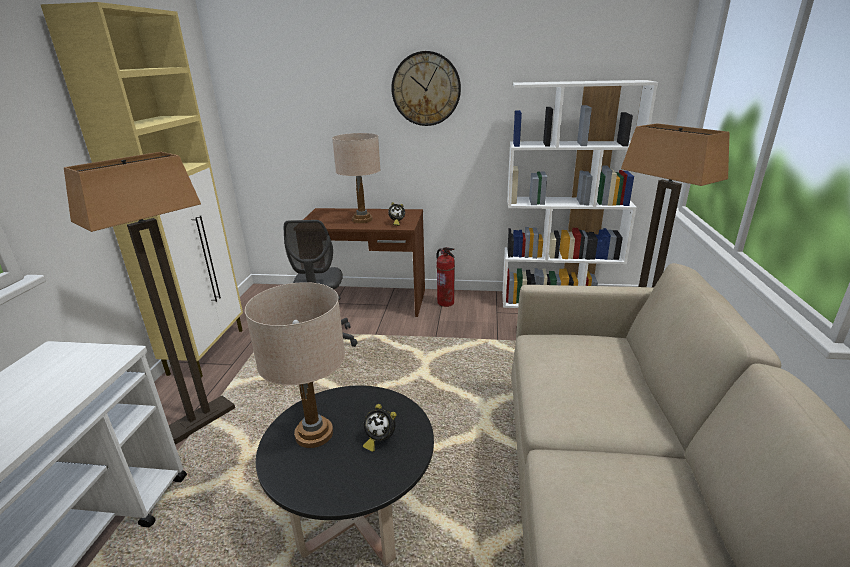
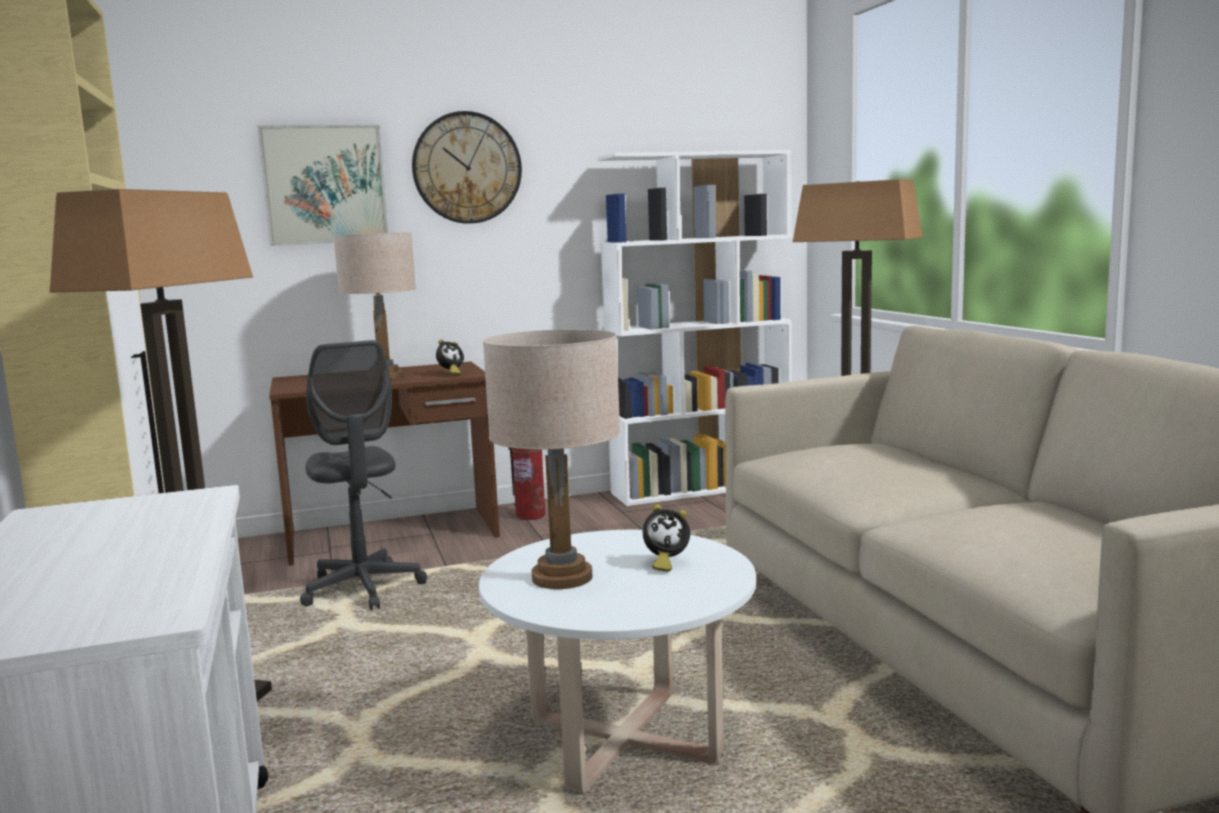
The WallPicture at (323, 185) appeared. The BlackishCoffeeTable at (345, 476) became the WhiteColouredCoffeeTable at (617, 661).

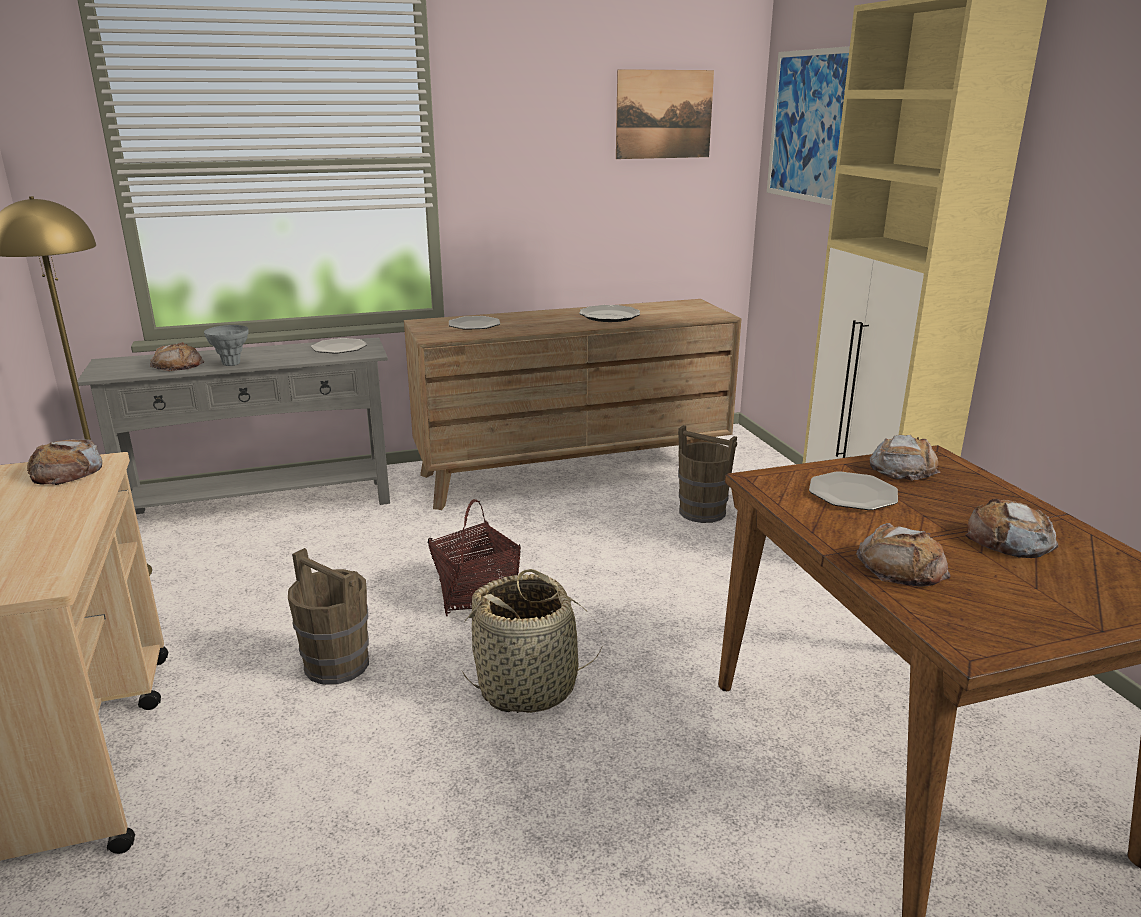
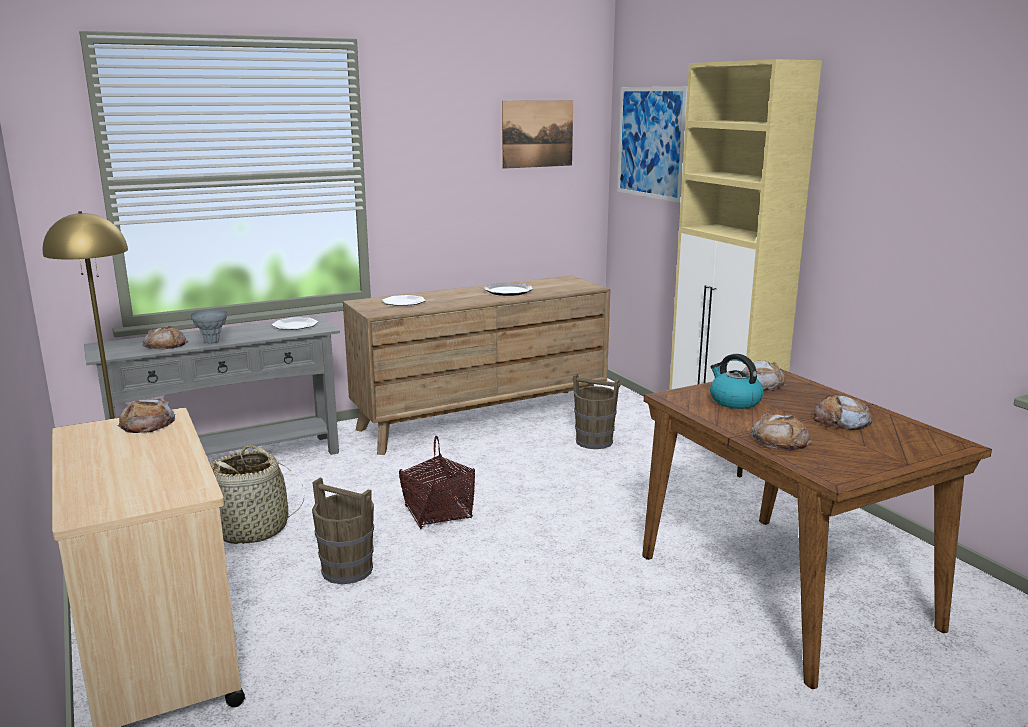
The Basket moved from (532, 641) to (257, 494). The FlatDish at (853, 490) was replaced by the Kettle at (736, 381).

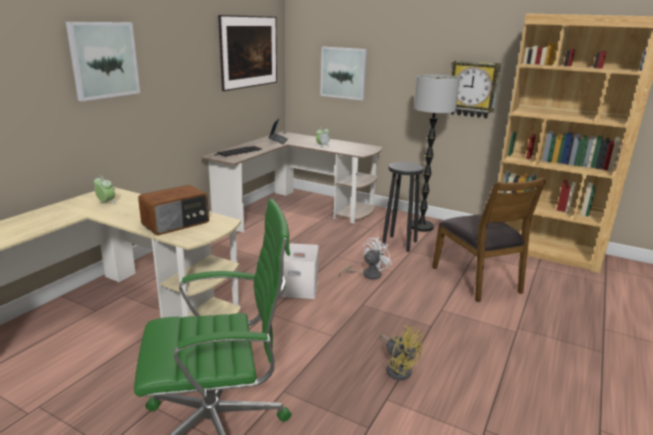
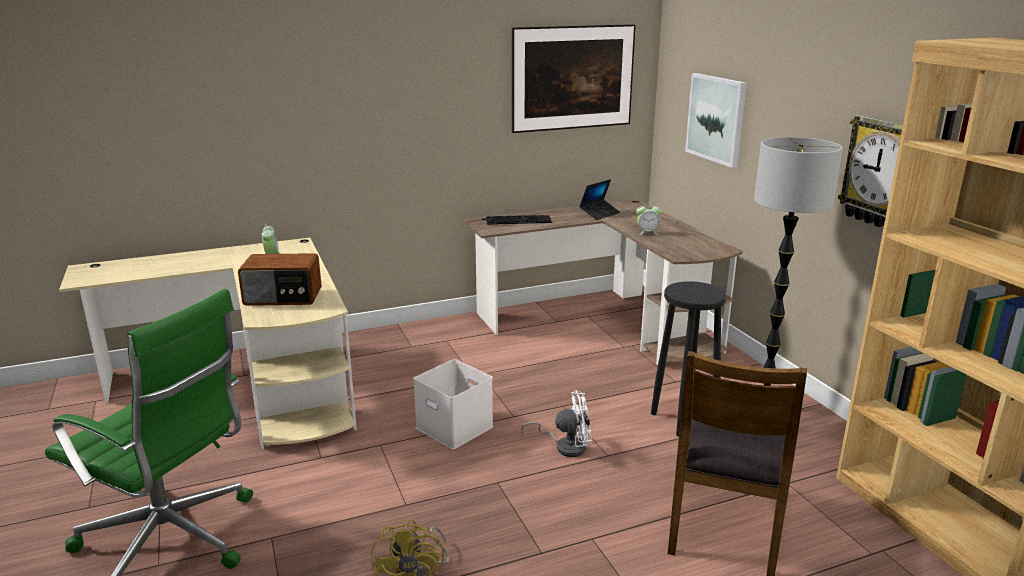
The WallPicture at (103, 61) disappeared.

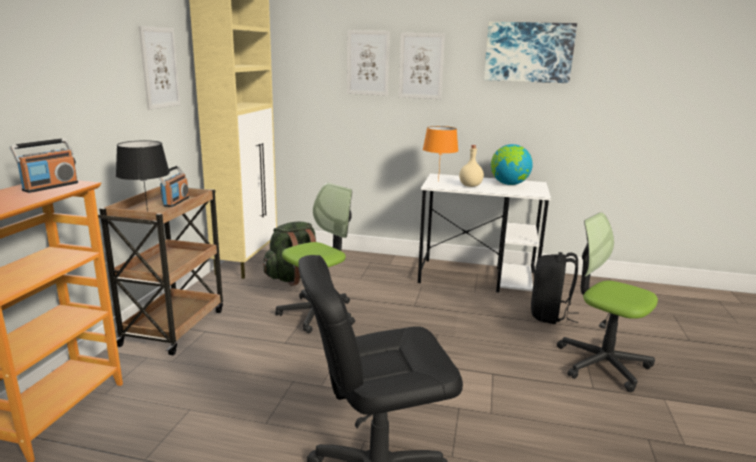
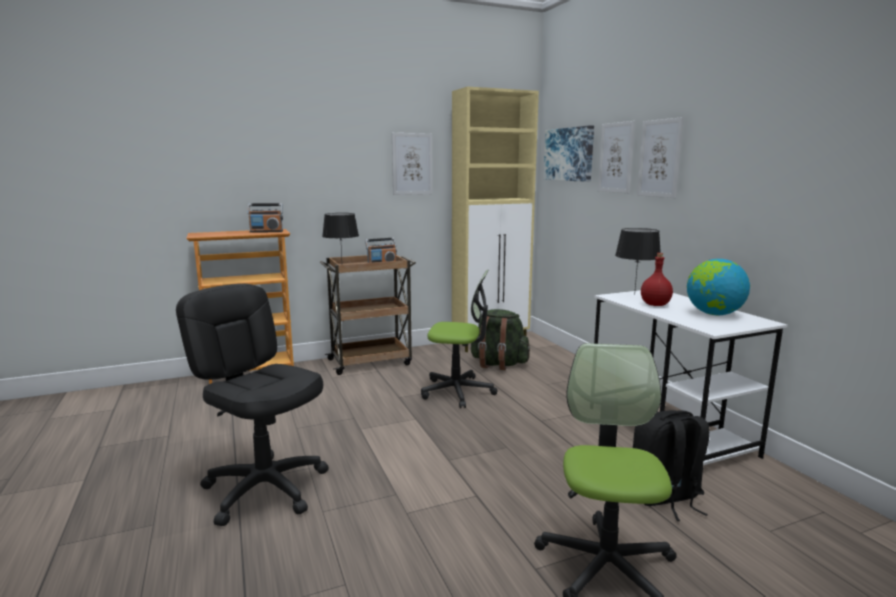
The WallPicture moved from (530, 52) to (568, 153). The OrangeyTabletopLamp at (440, 154) became the BlackishTabletopLamp at (638, 261). The BeigeColouredBeverageBottle at (471, 166) became the RedColouredBeverageBottle at (657, 279).

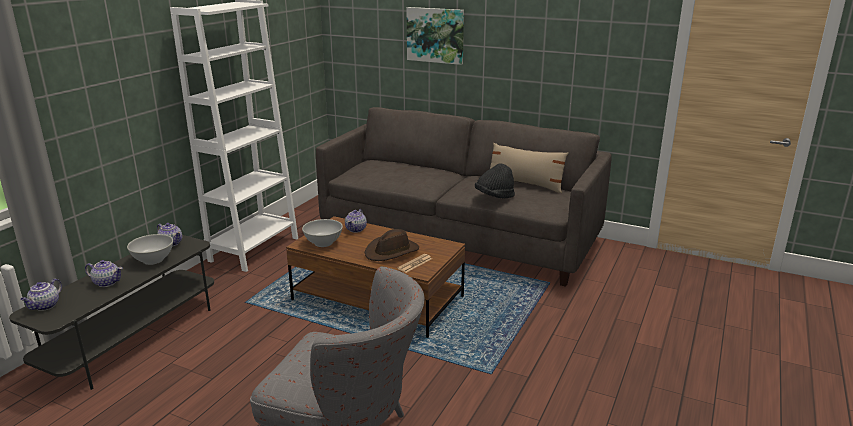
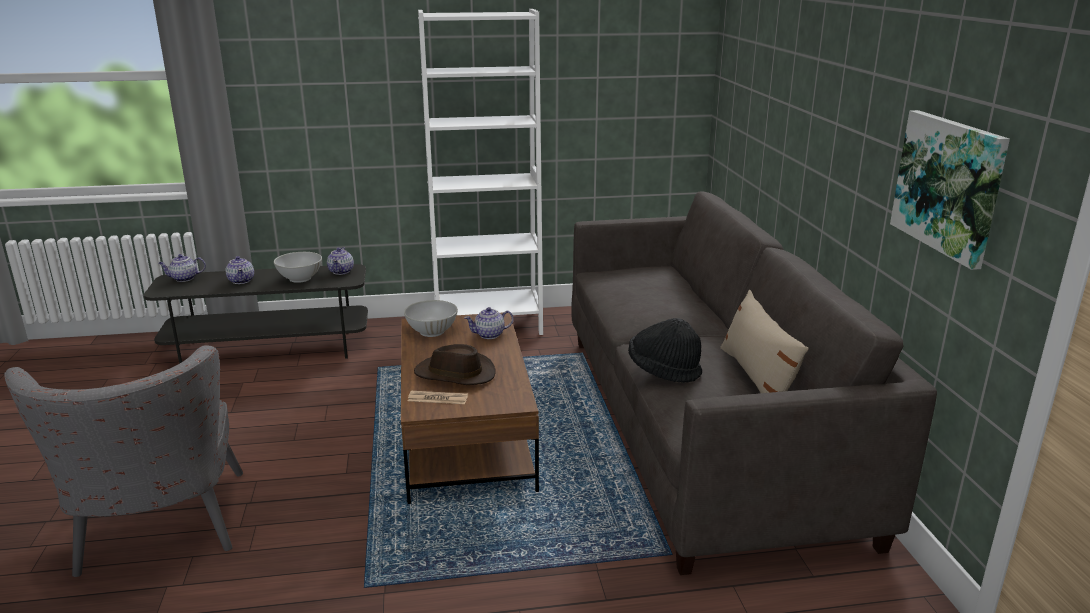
The WallPicture moved from (435, 36) to (950, 190).

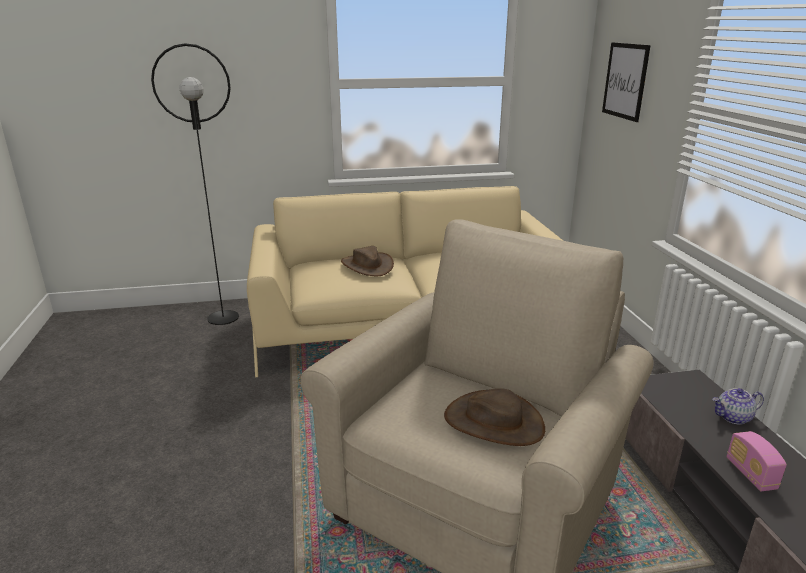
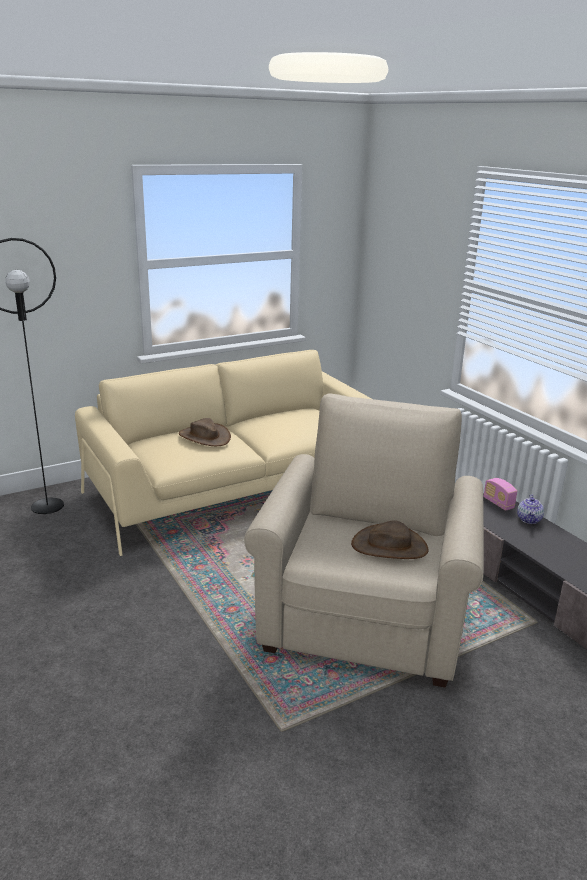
The RadioSet moved from (757, 461) to (500, 494). The TeaPot at (738, 406) turned 45 degrees counterclockwise. The WallPicture at (626, 82) disappeared.

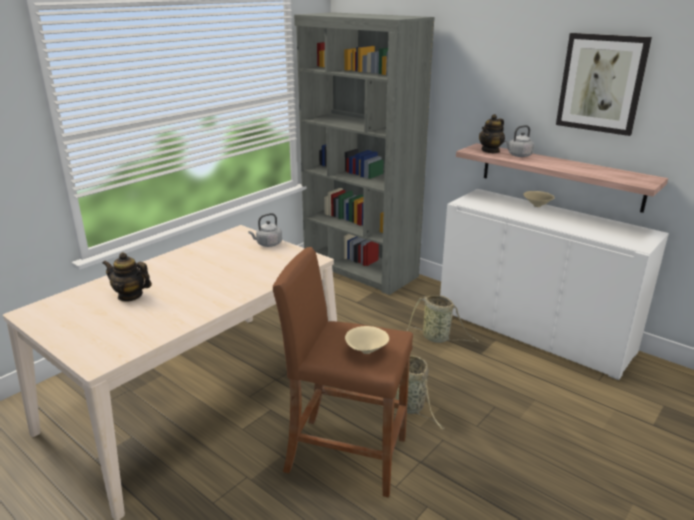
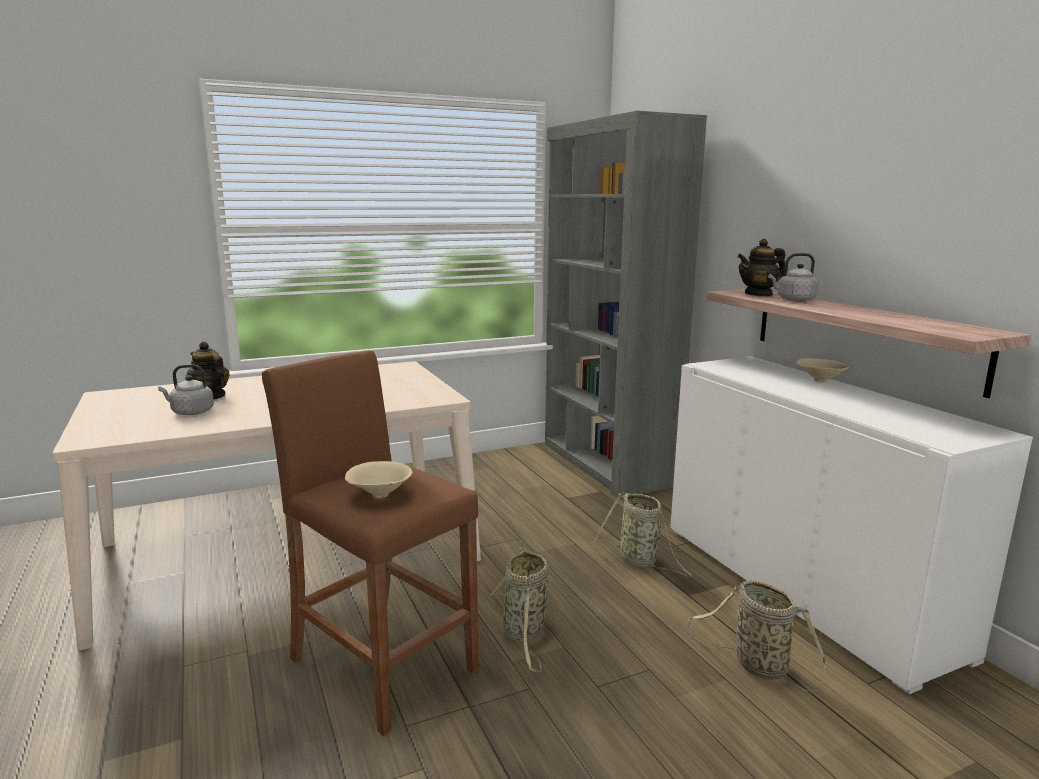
The GrayKettle moved from (265, 230) to (186, 389). The Basket at (756, 635) appeared. The WallPicture at (604, 84) disappeared.

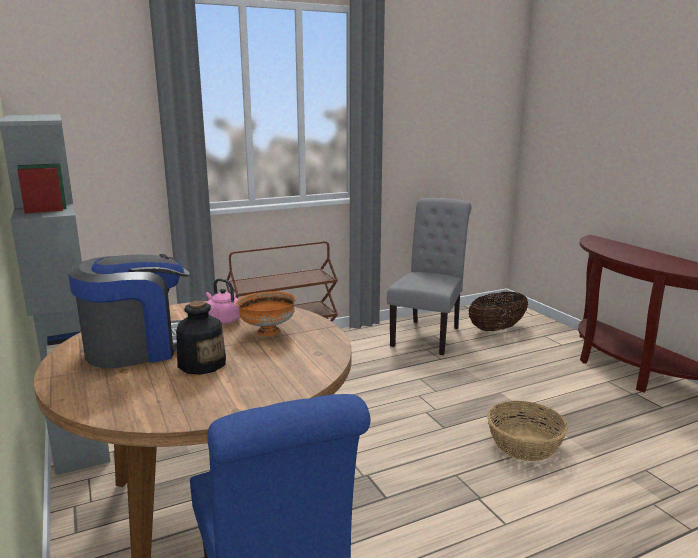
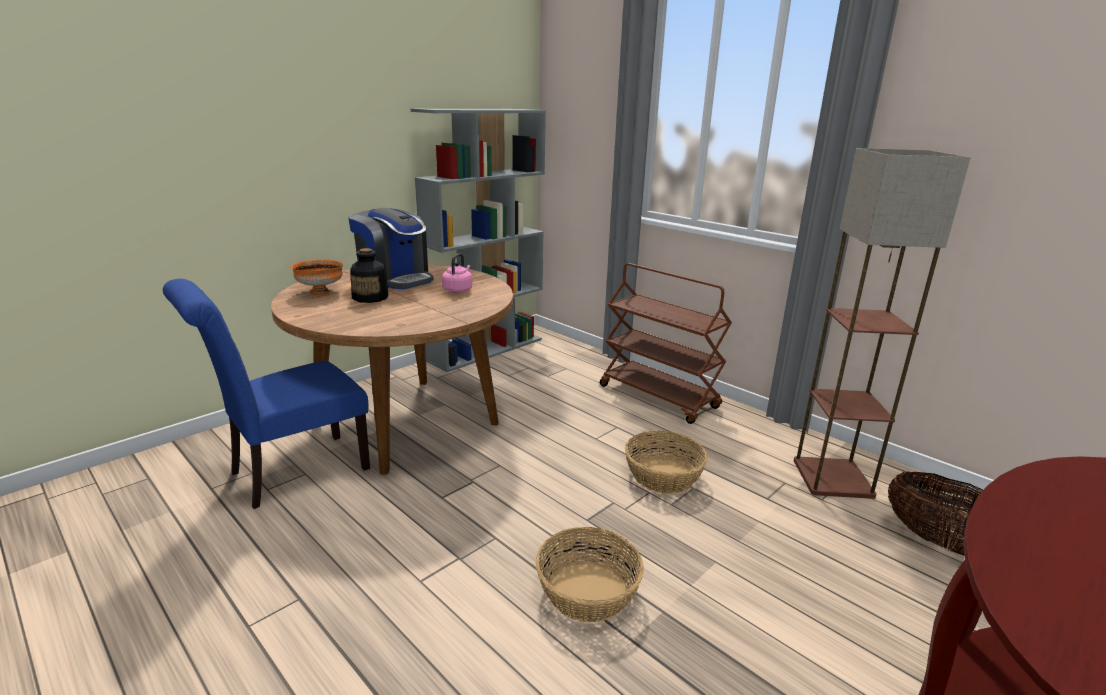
The OrangeyDeepDish moved from (266, 313) to (317, 277). The Basket at (666, 462) appeared. The GrayChair at (429, 276) was replaced by the FloorLamp at (882, 323).

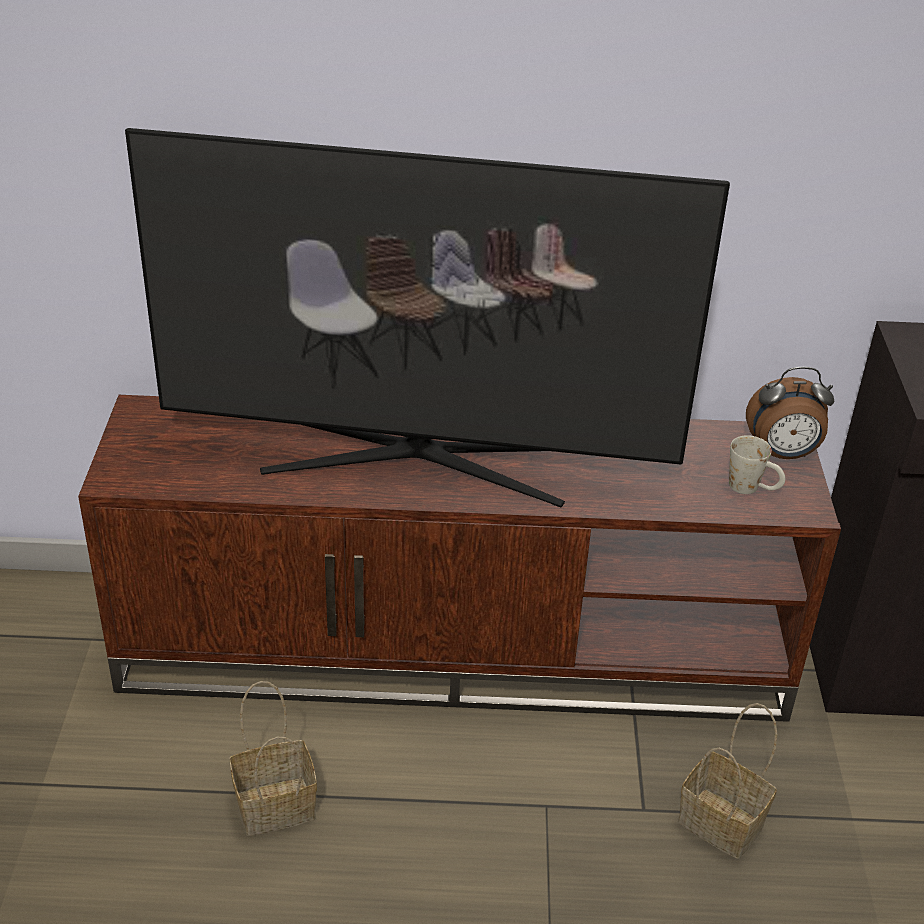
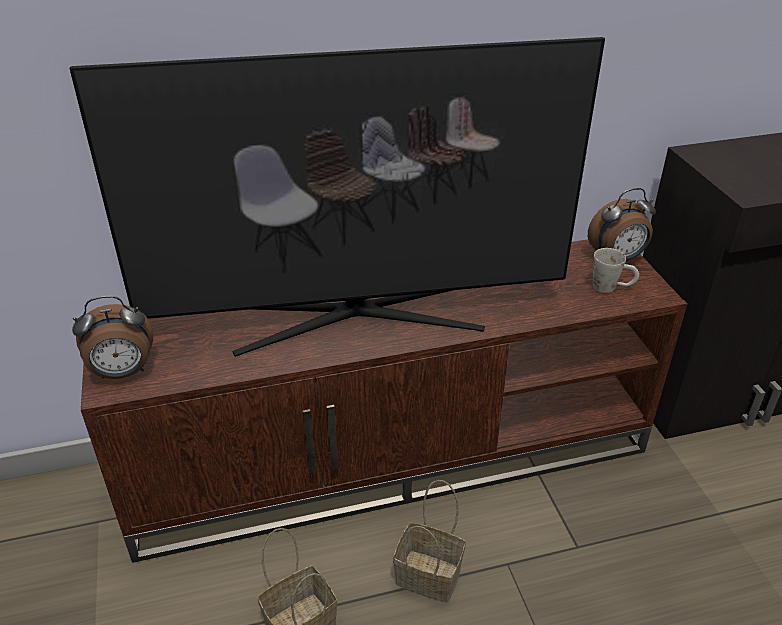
The AlarmClock at (112, 337) appeared. The Basket moved from (727, 781) to (429, 541).

